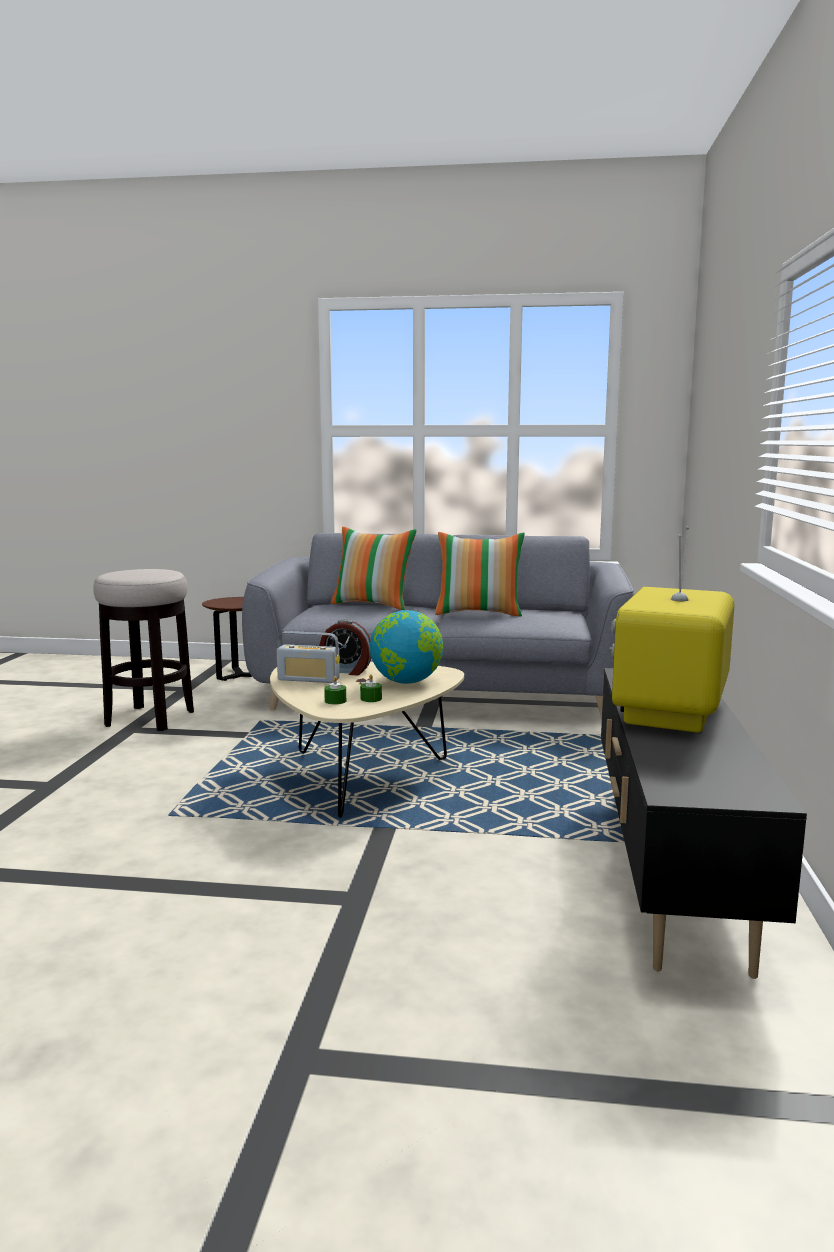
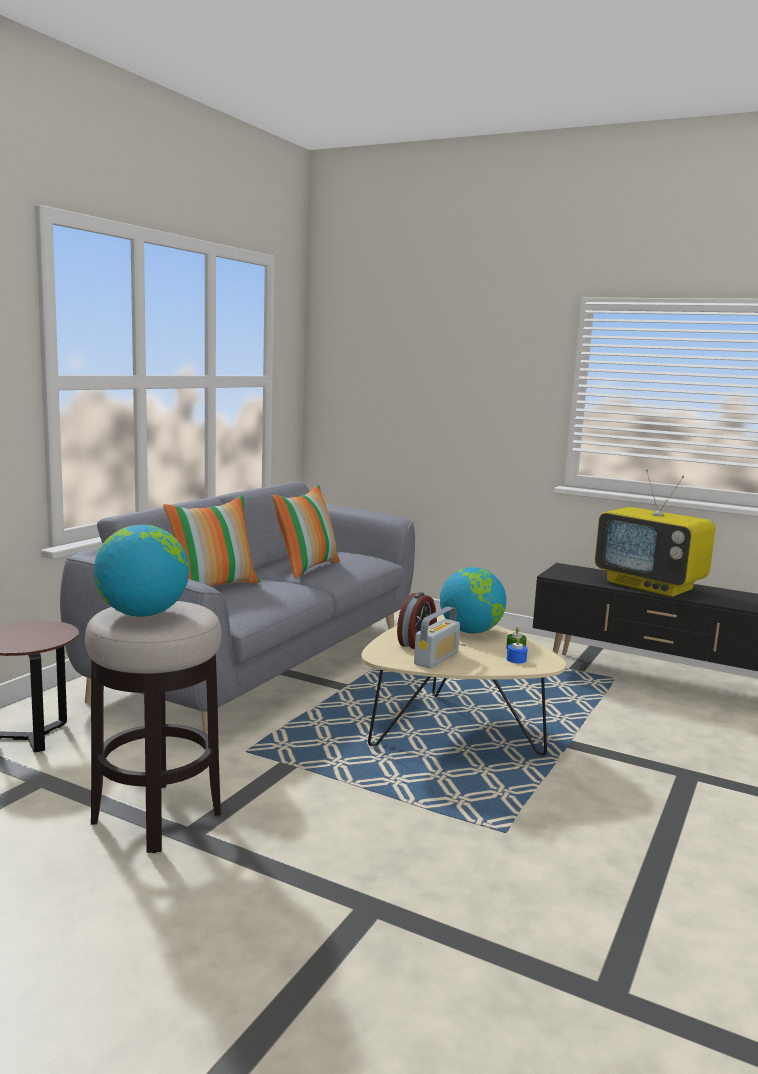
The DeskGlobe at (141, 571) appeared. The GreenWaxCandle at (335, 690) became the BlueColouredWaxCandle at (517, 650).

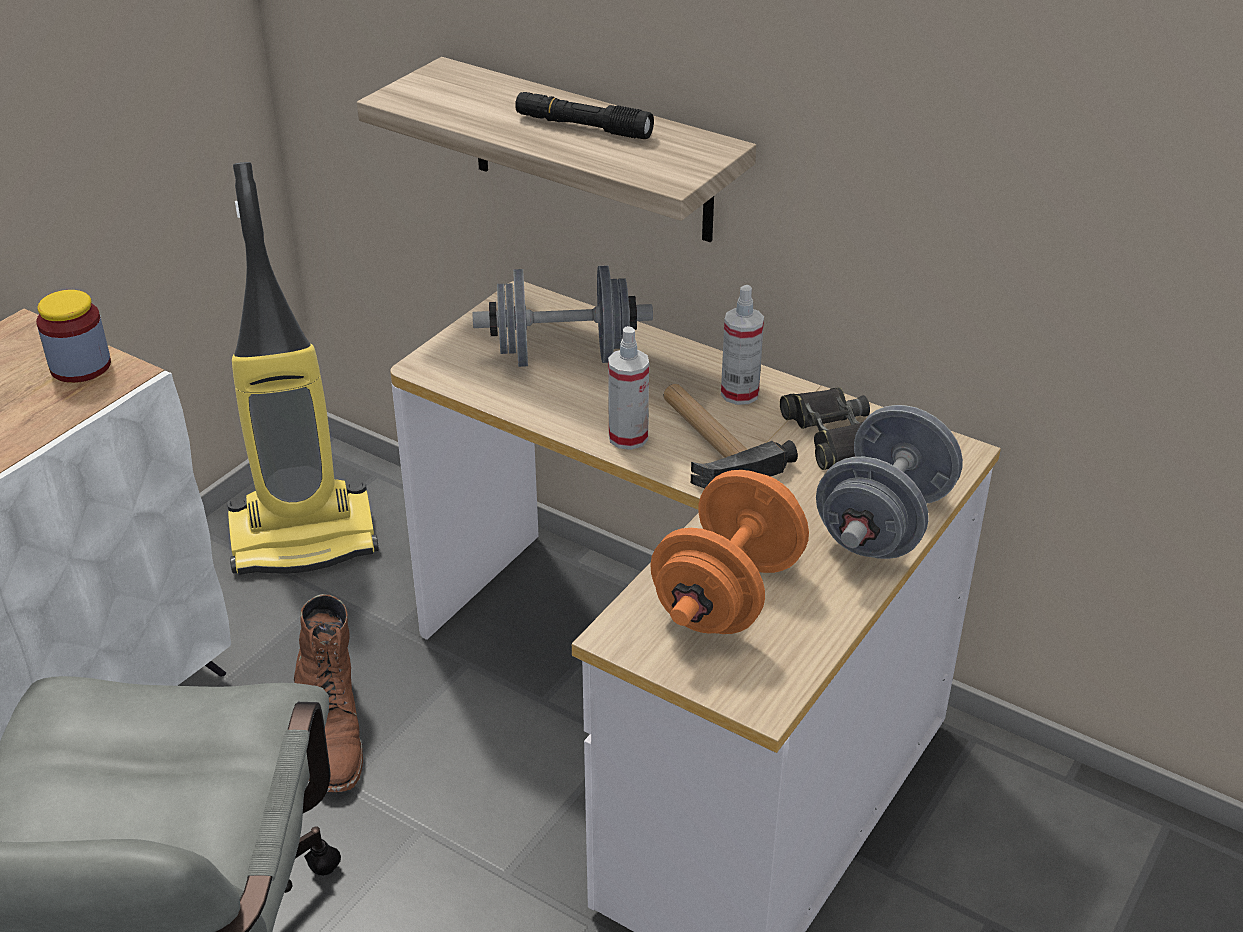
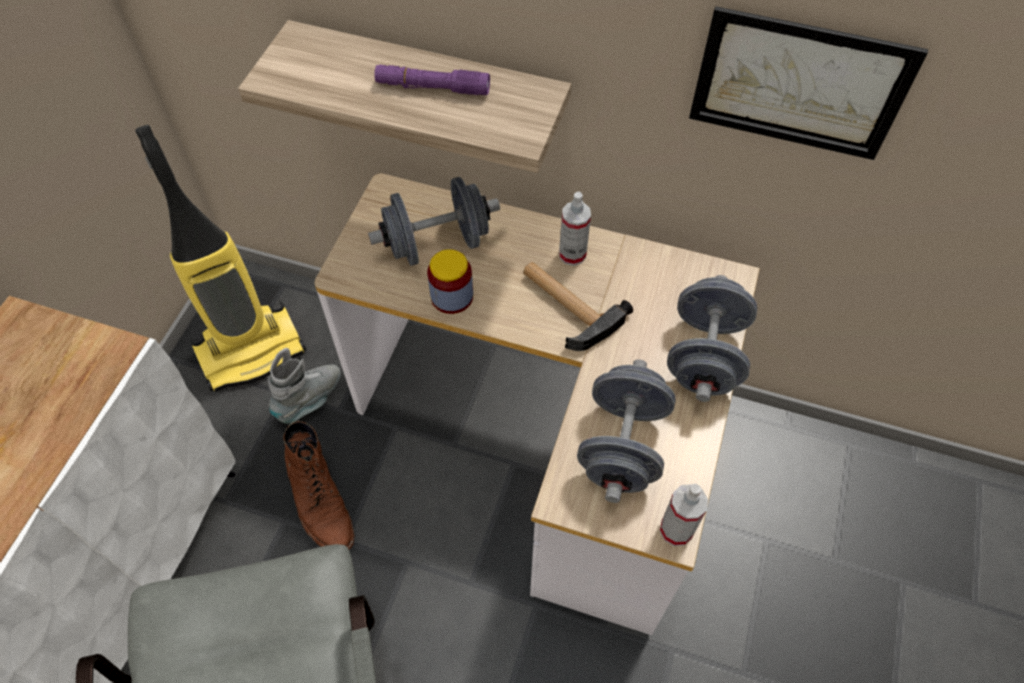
The GrayTallBoot at (304, 386) appeared. The BlackishHandTorch at (584, 115) became the PurpleHandTorch at (432, 80). The PreserveJar moved from (73, 336) to (450, 281). The OrangeyHandWeight at (729, 552) became the GrayHandWeight at (626, 431). The SprayBottle moved from (628, 388) to (684, 515). The WallPicture at (808, 83) appeared. The BlackishFieldGlasses at (825, 428) disappeared.

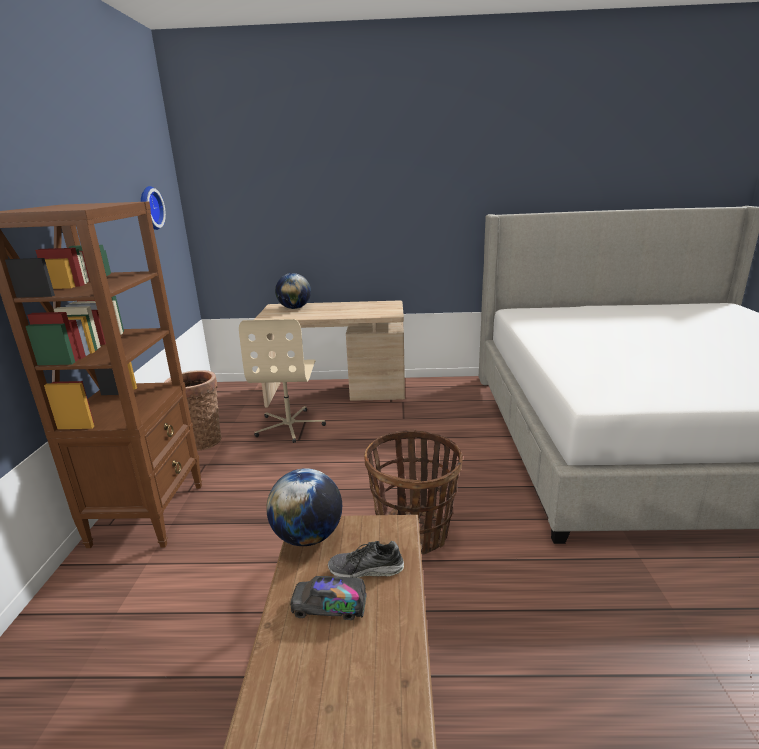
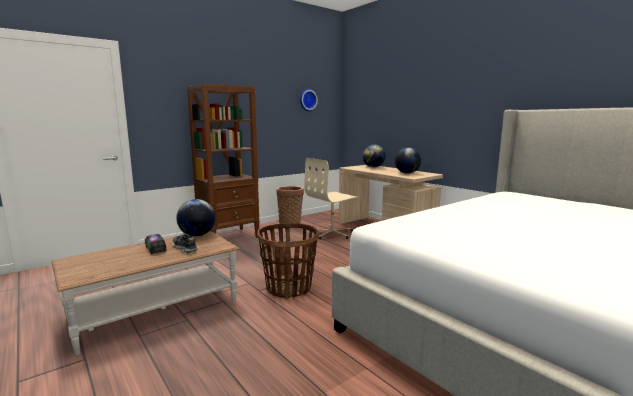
The DeskGlobe at (408, 161) appeared.

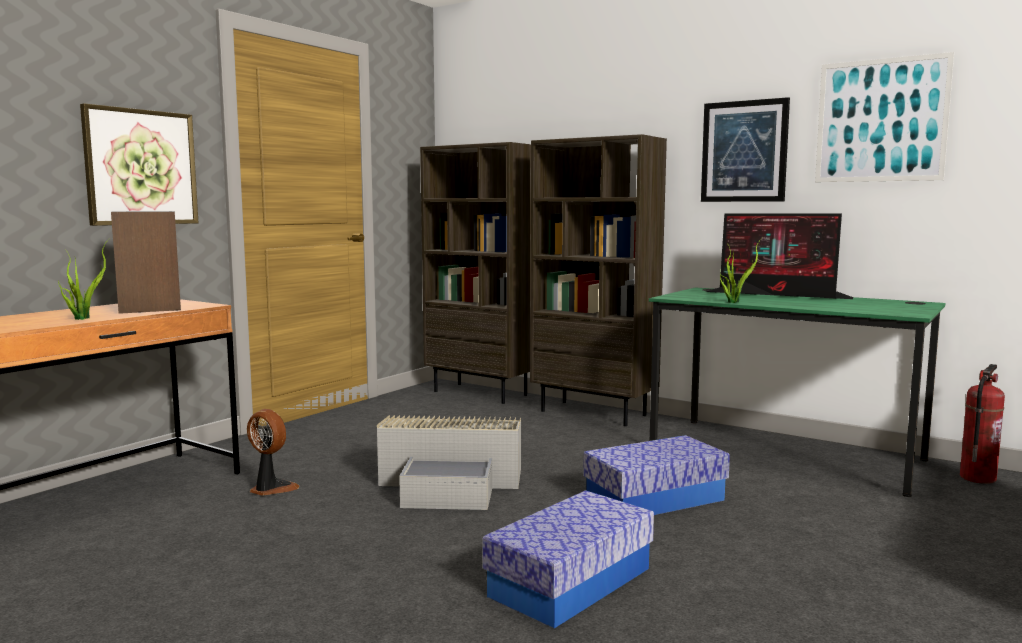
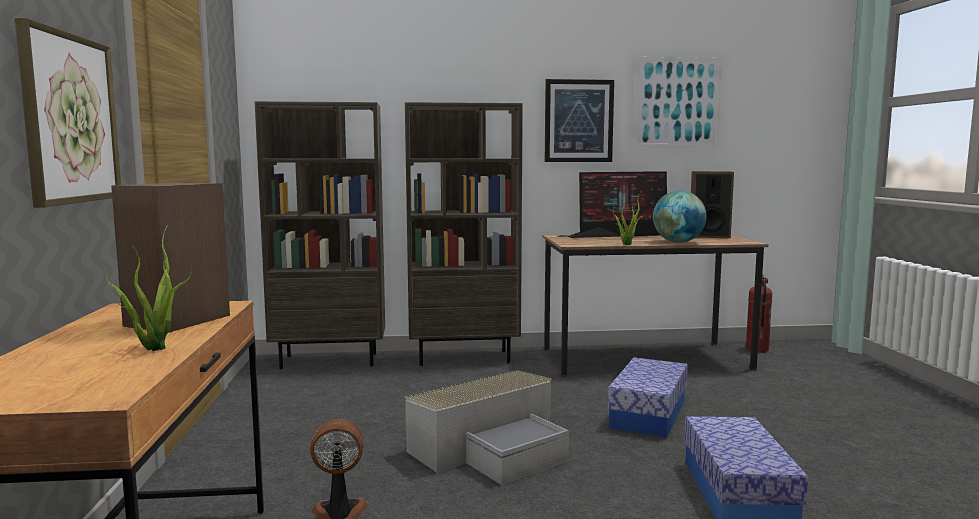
The GreenDesk at (797, 392) became the BrownishDesk at (655, 305). The DeskGlobe at (680, 217) appeared. The AudioSpeaker at (712, 204) appeared.

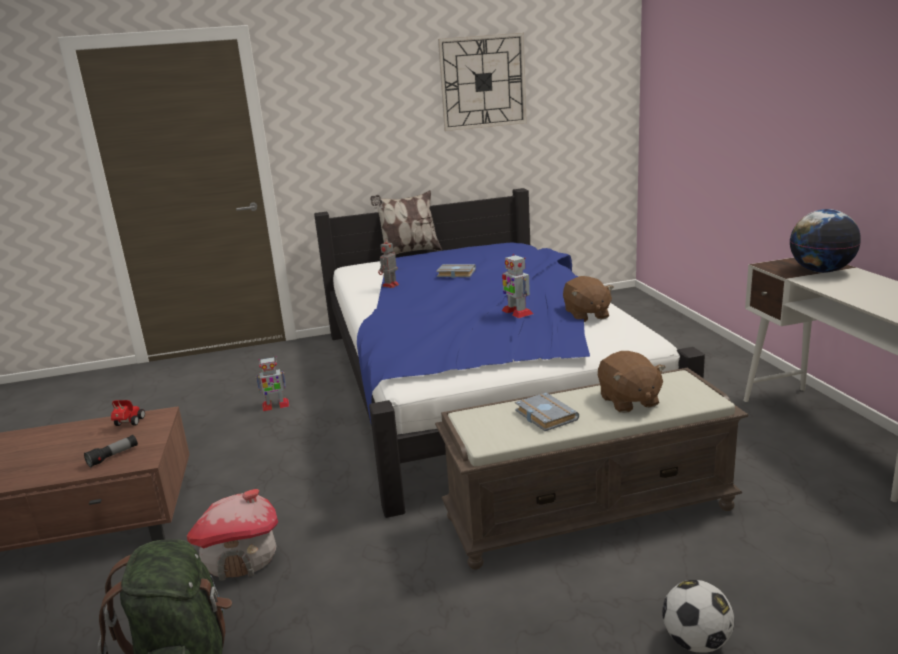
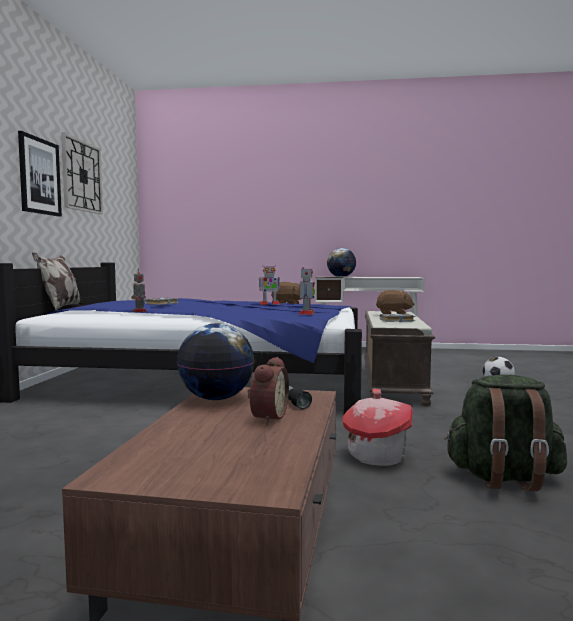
The WallPicture at (40, 174) appeared. The MiniatureCar at (128, 413) was replaced by the DeskGlobe at (215, 362). The AlarmClock at (268, 390) appeared. The ToyRobot moved from (273, 383) to (307, 291).

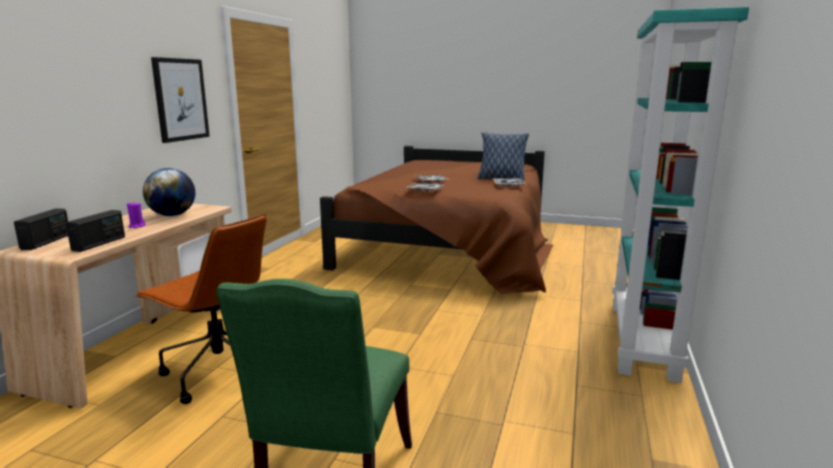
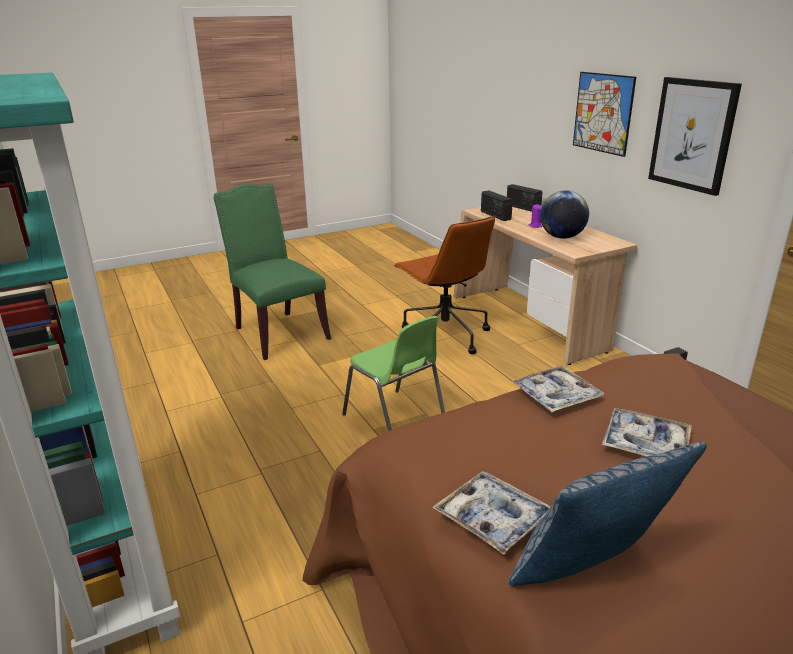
The GreenChair at (393, 373) appeared. The BrownishDeskChair at (201, 308) turned 105 degrees counterclockwise. The WallPicture at (604, 114) appeared.

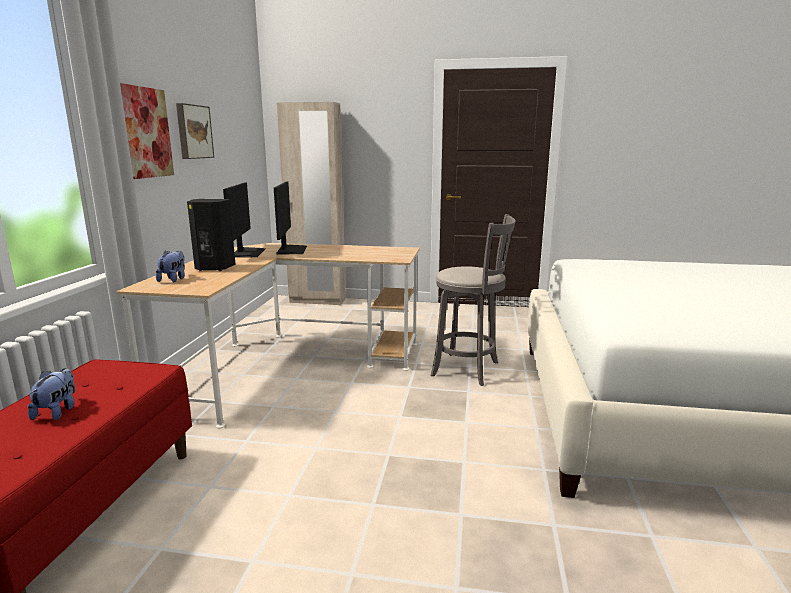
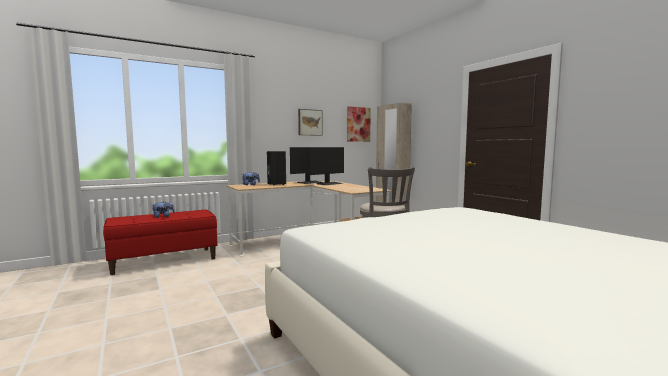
The WallPicture moved from (147, 131) to (359, 124).

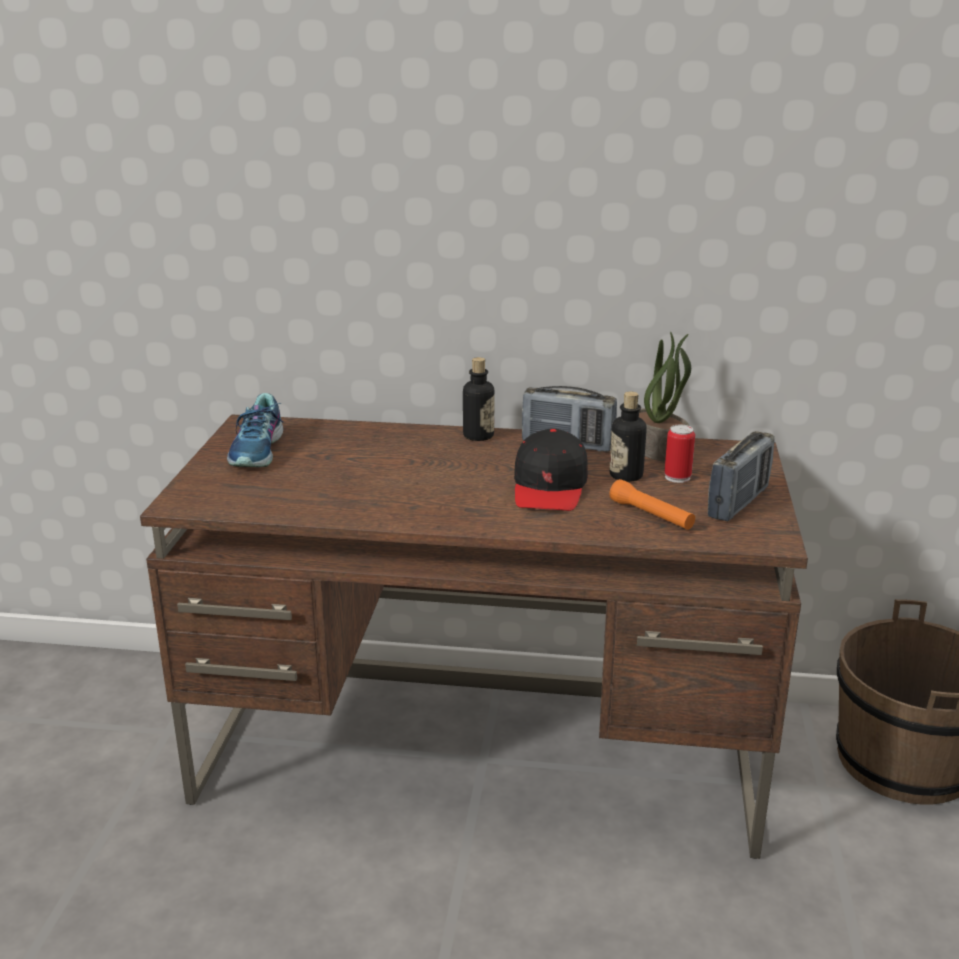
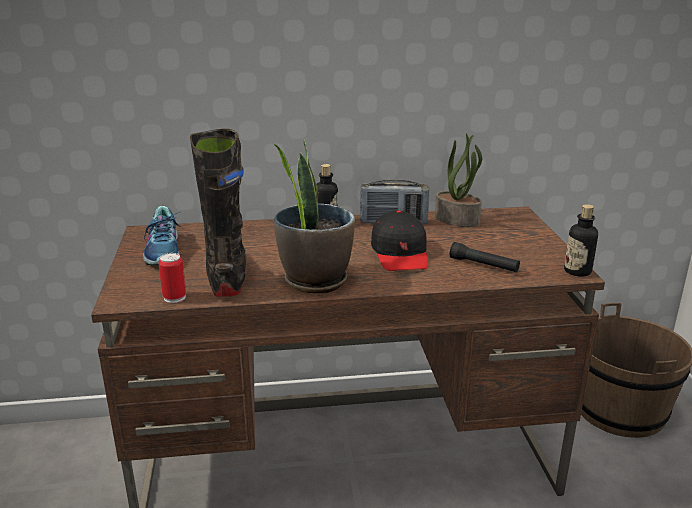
The Can moved from (679, 453) to (172, 278). The BlackishTallBoot at (218, 213) appeared. The PottedPlant at (314, 216) appeared. The OrangeyHandTorch at (652, 504) became the BlackishHandTorch at (485, 257). The BeverageBottle moved from (628, 437) to (581, 240). The RadioSet at (741, 476) disappeared.

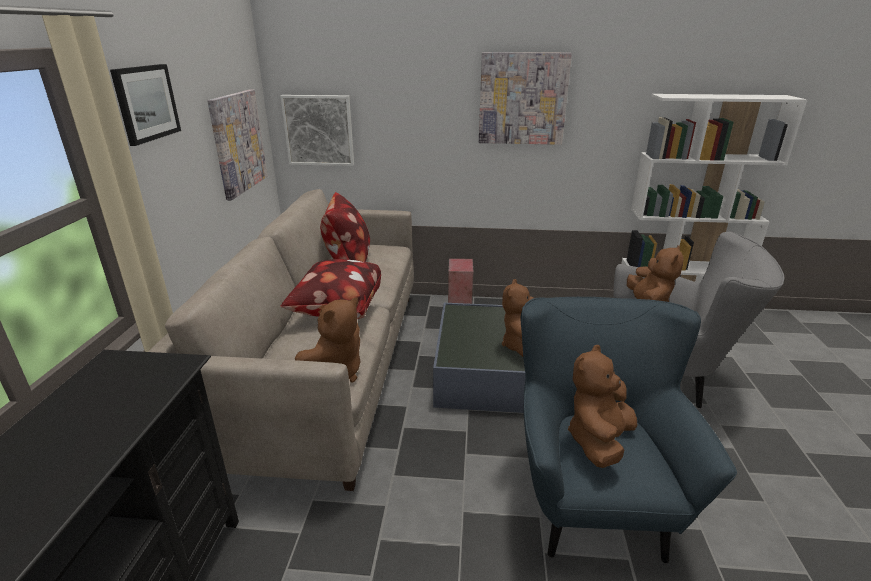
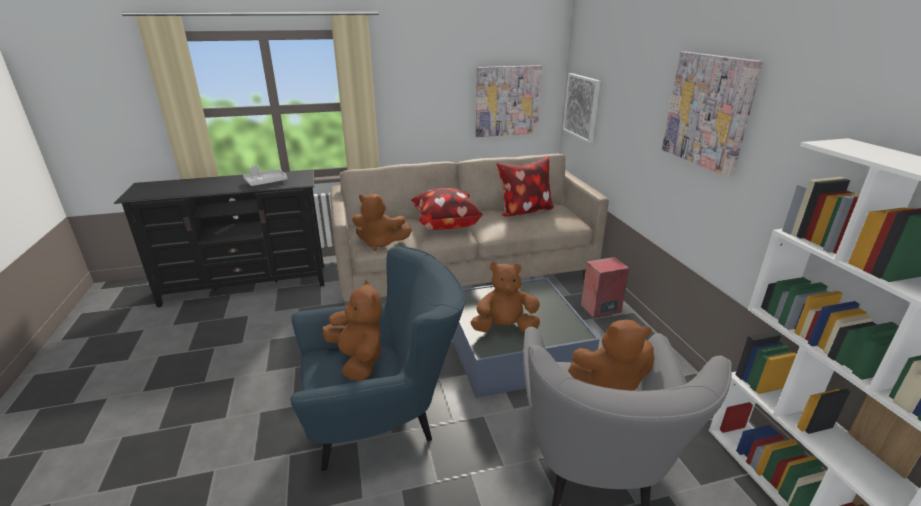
The WhiteColouredTray at (265, 175) appeared. The BrownishSoftToy at (602, 406) turned 45 degrees clockwise. The WallPicture at (145, 105) disappeared.

